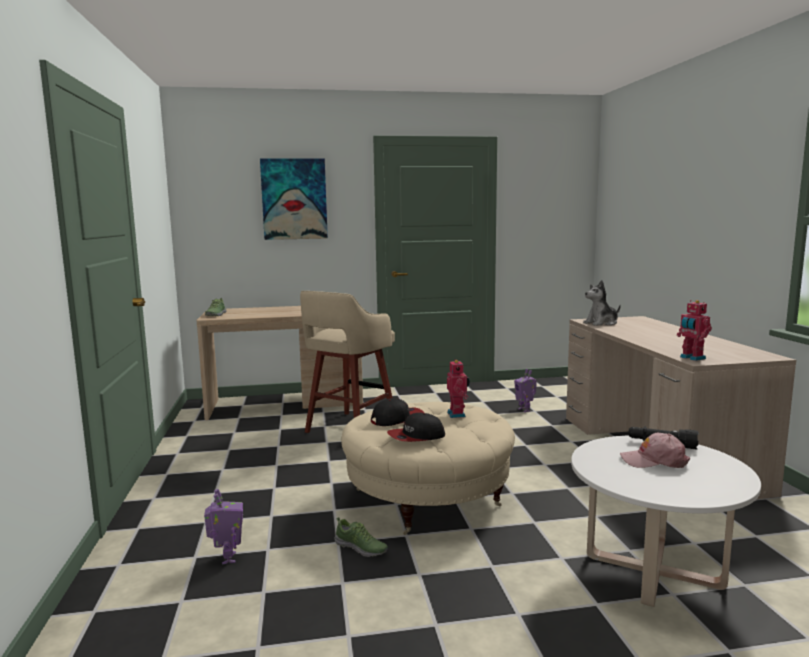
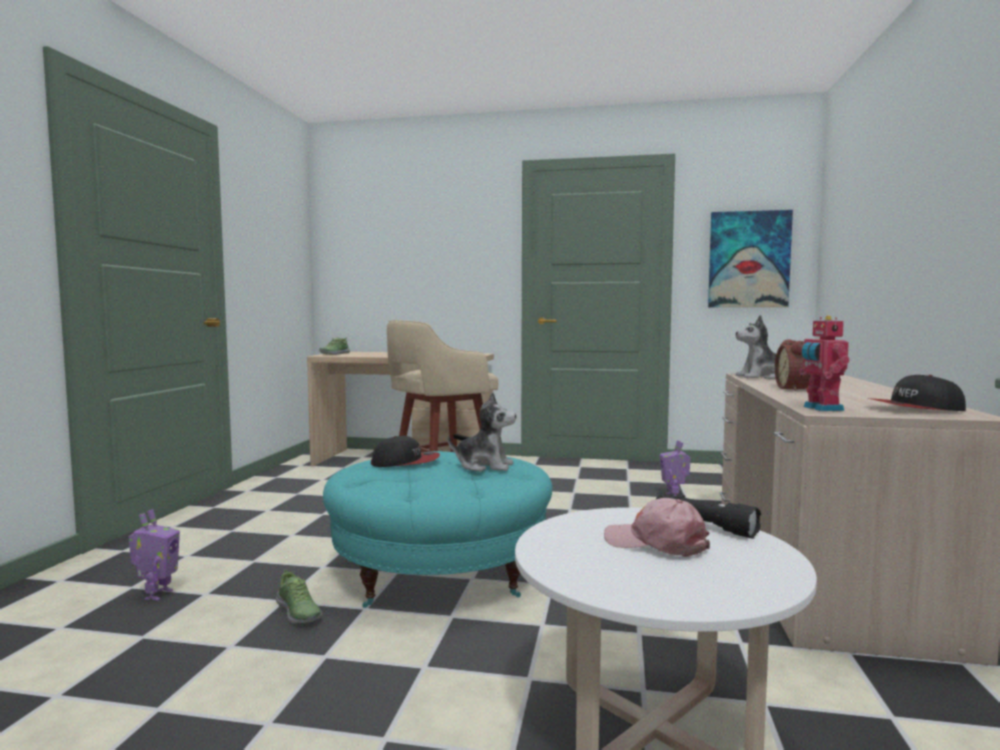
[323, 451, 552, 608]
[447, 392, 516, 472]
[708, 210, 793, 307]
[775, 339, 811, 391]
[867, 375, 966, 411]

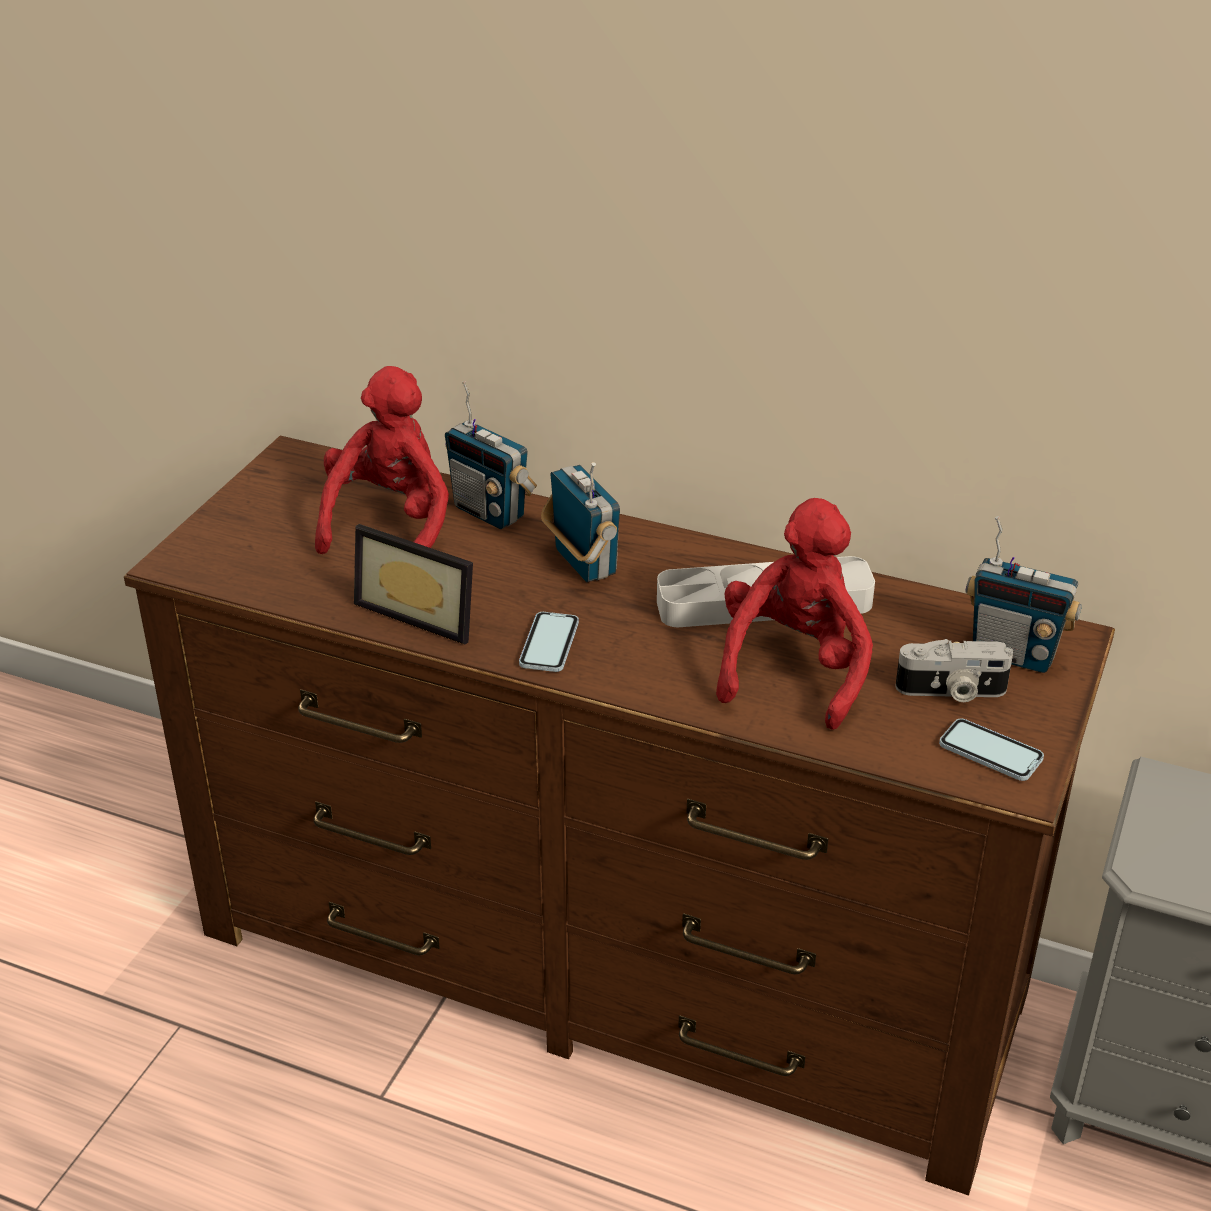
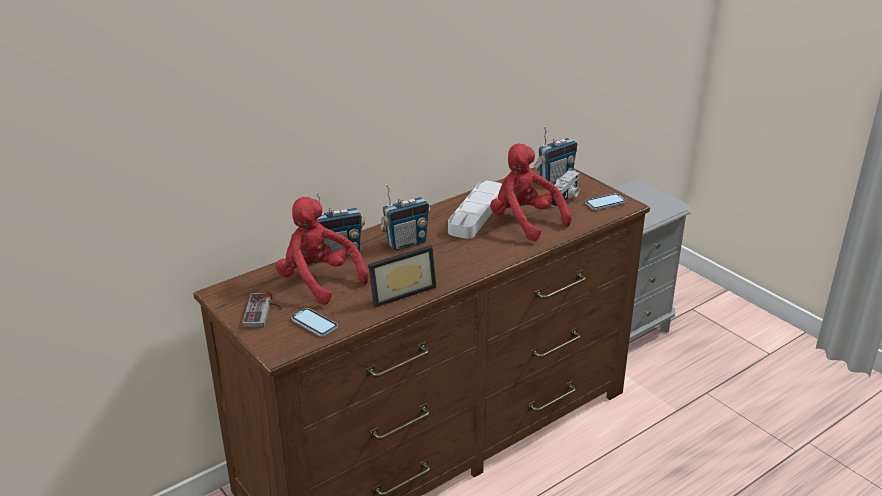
[242, 293, 282, 327]
[291, 308, 338, 337]
[380, 184, 431, 251]

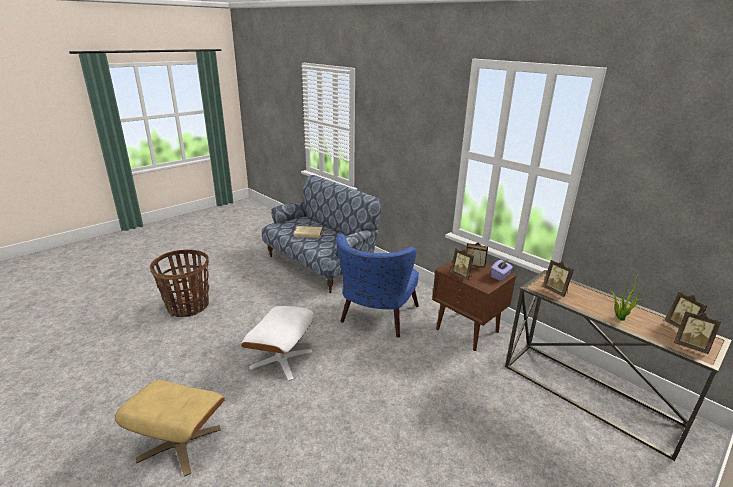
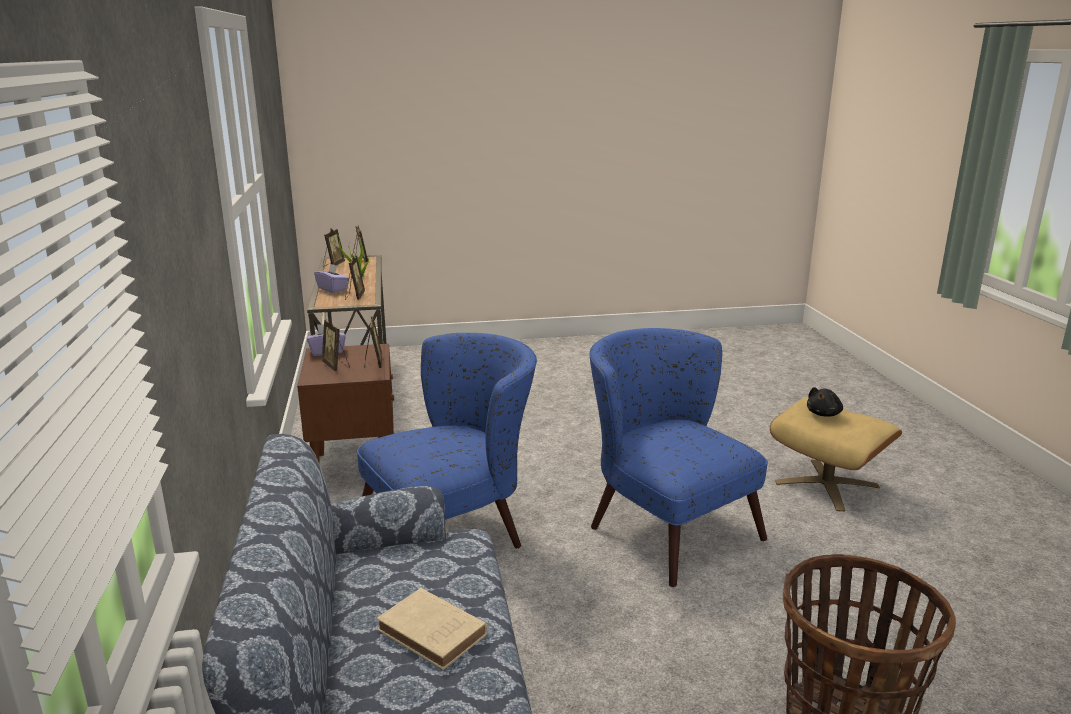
[314, 263, 349, 293]
[590, 328, 768, 587]
[807, 387, 843, 417]

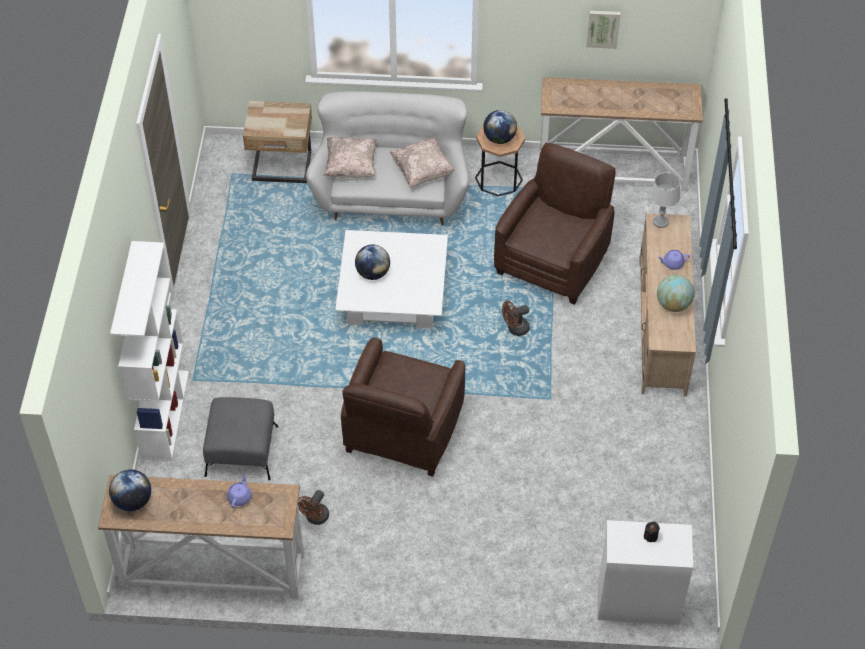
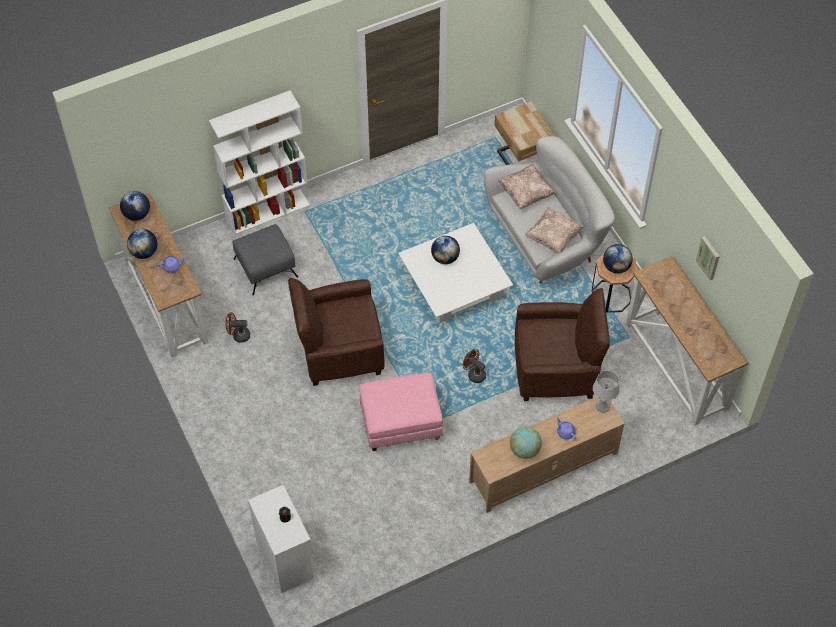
[127, 229, 157, 259]
[359, 372, 443, 451]

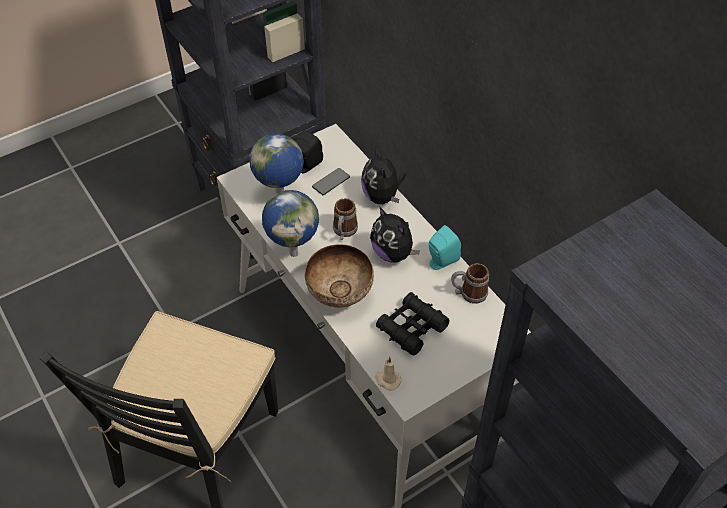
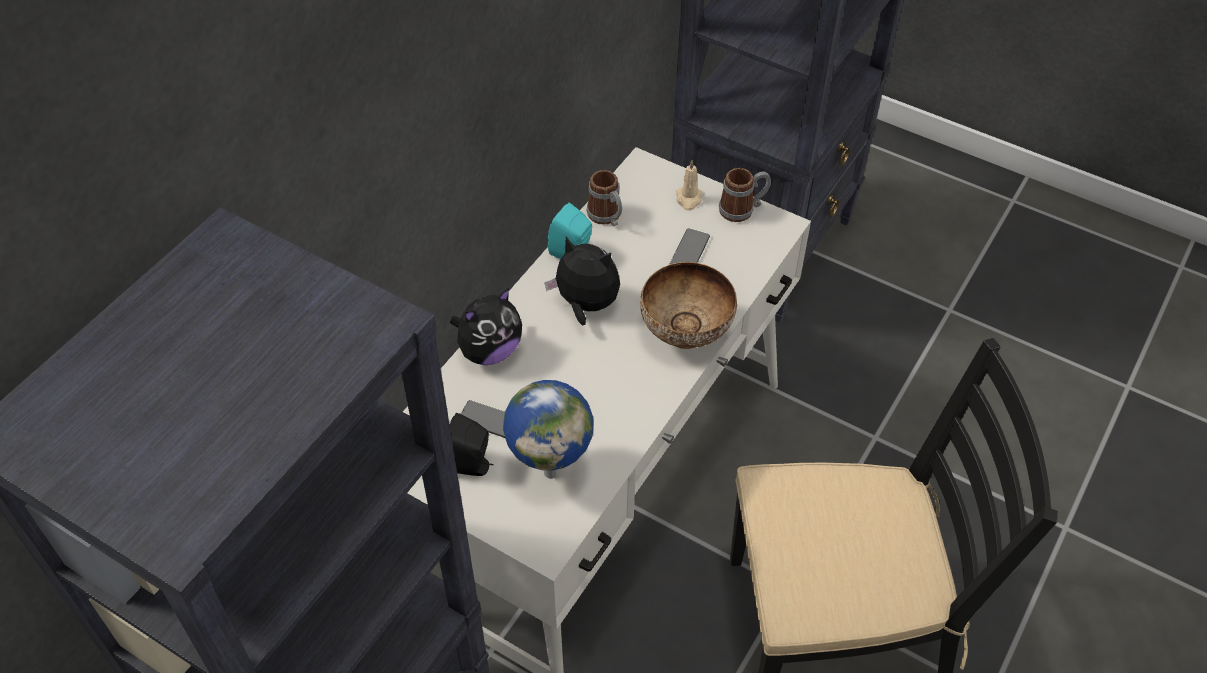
[544, 237, 620, 326]
[670, 228, 710, 264]
[676, 160, 702, 211]
[719, 168, 771, 222]
[262, 190, 319, 257] (first image)

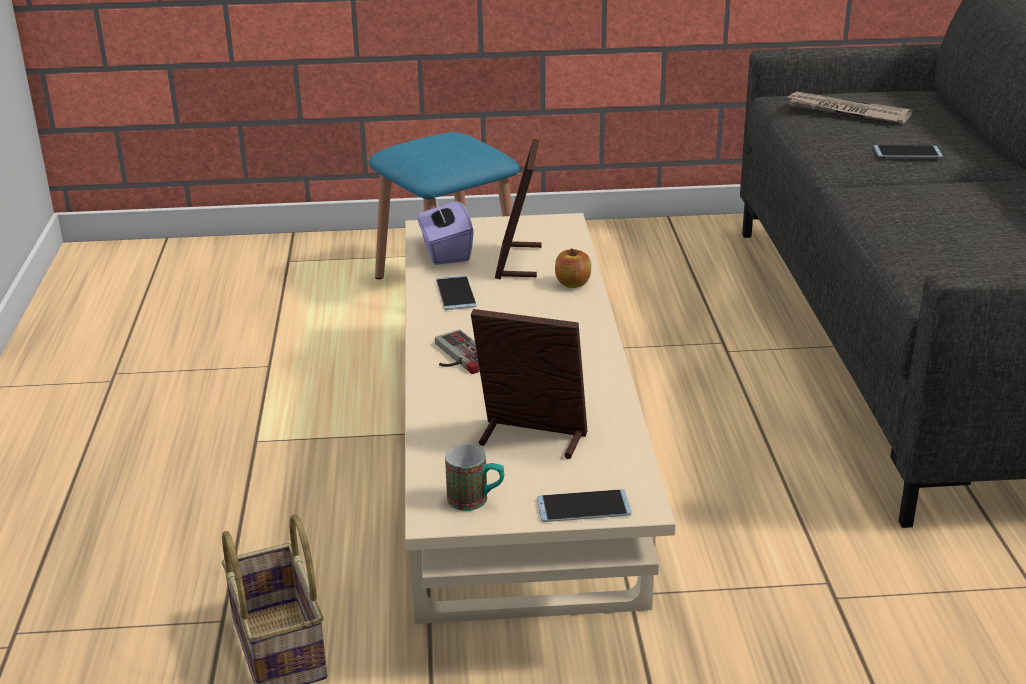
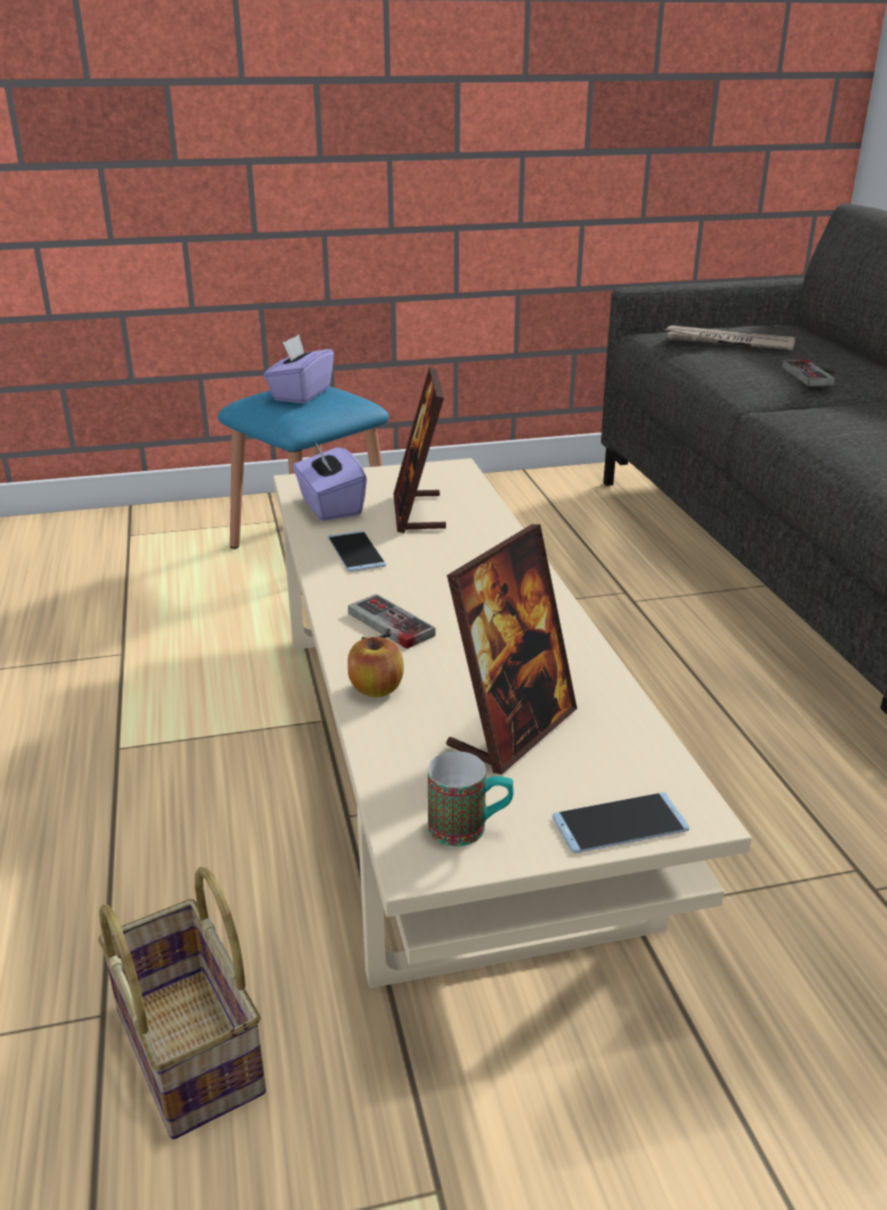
[264, 334, 334, 403]
[348, 637, 404, 698]
[446, 524, 577, 775]
[782, 360, 835, 386]

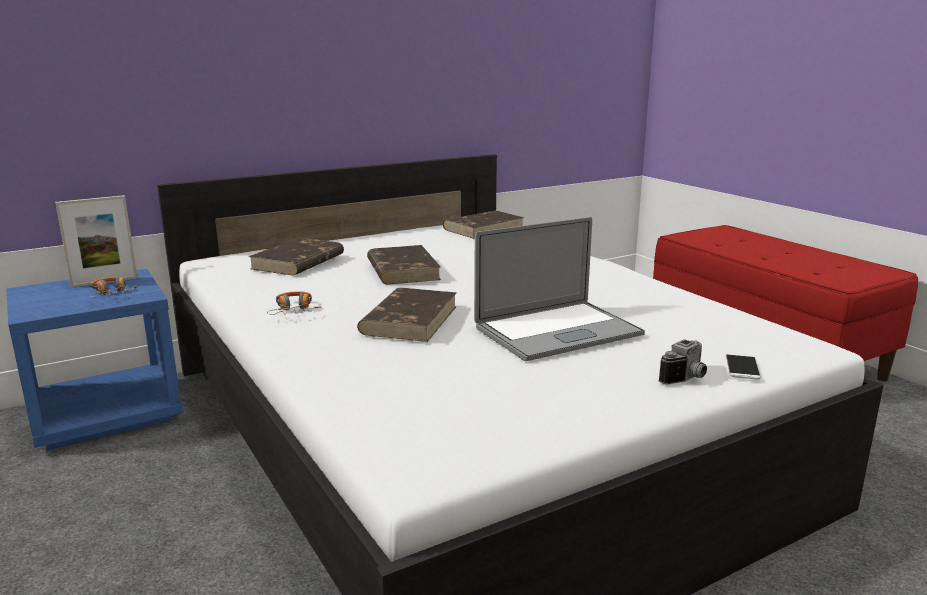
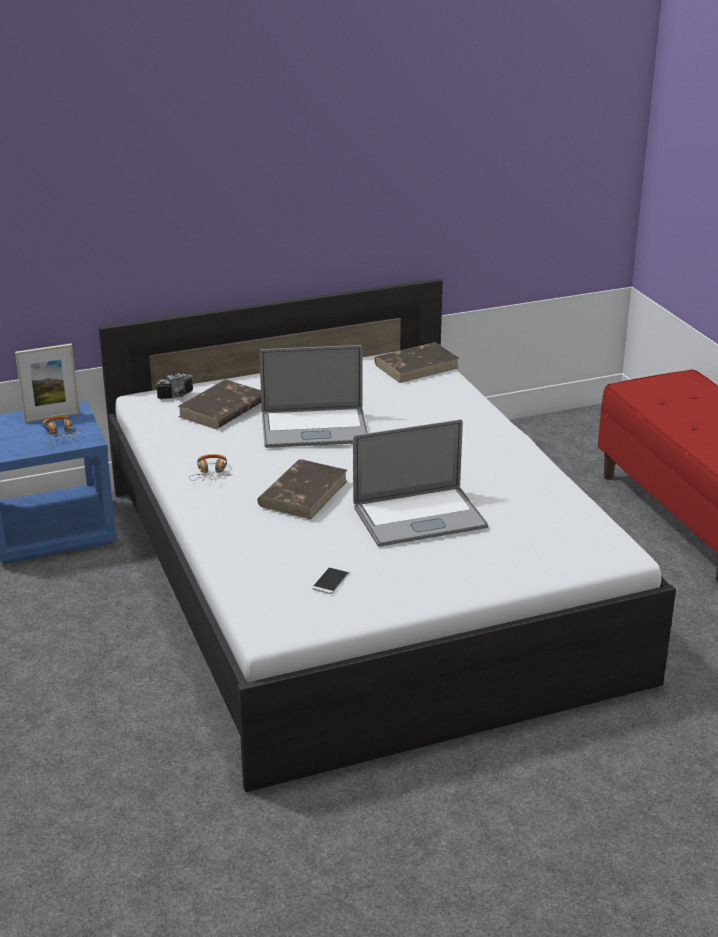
[156, 373, 193, 399]
[259, 345, 368, 448]
[312, 566, 349, 594]

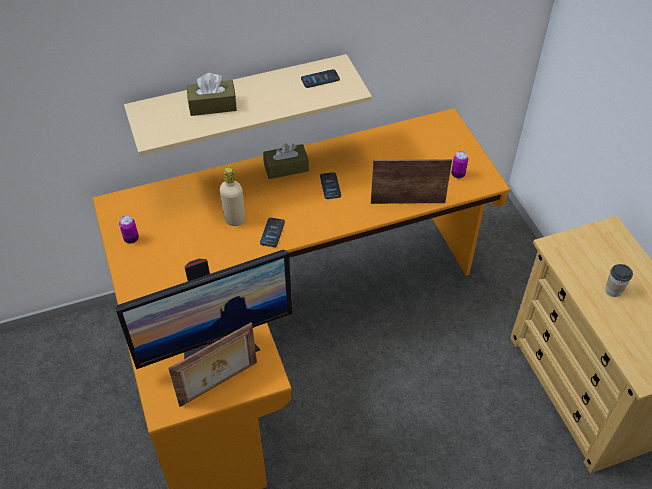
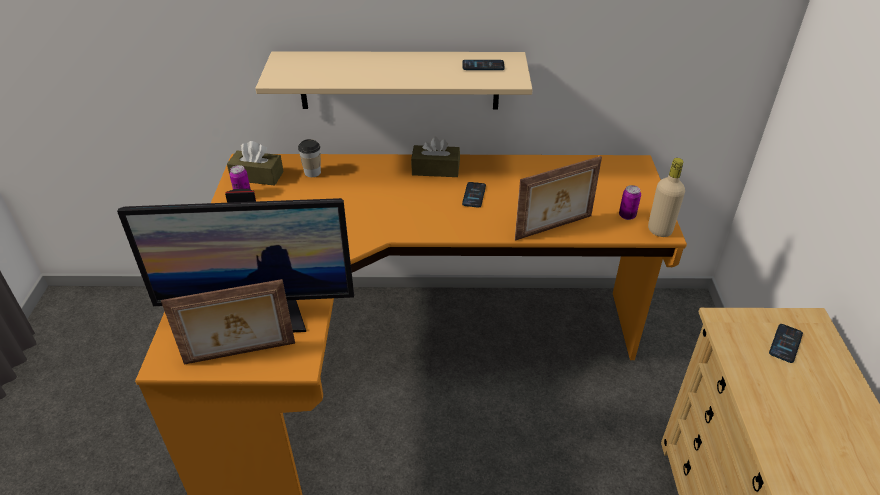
[227, 141, 284, 186]
[298, 139, 321, 177]
[515, 156, 602, 240]
[648, 158, 685, 237]
[769, 324, 803, 363]

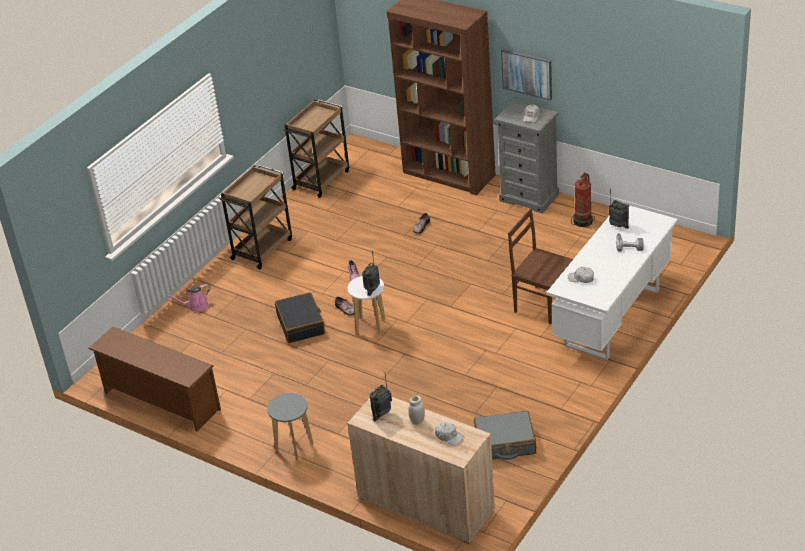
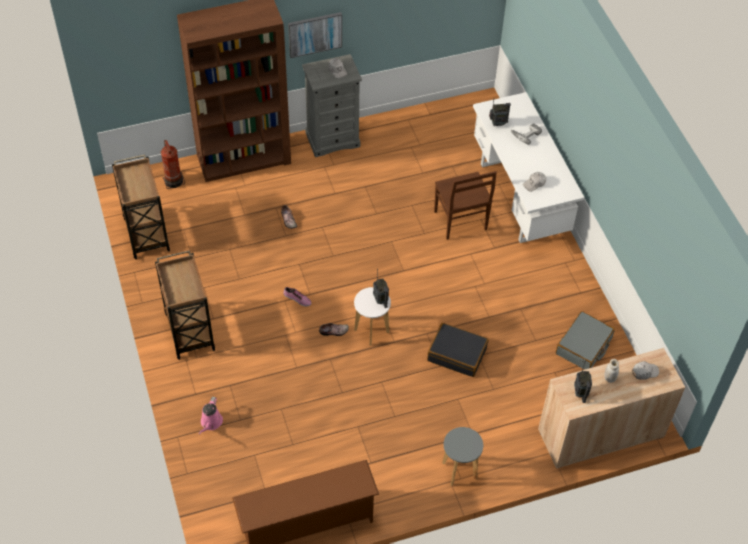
[161, 140, 185, 189]
[427, 323, 489, 377]
[434, 171, 497, 240]

